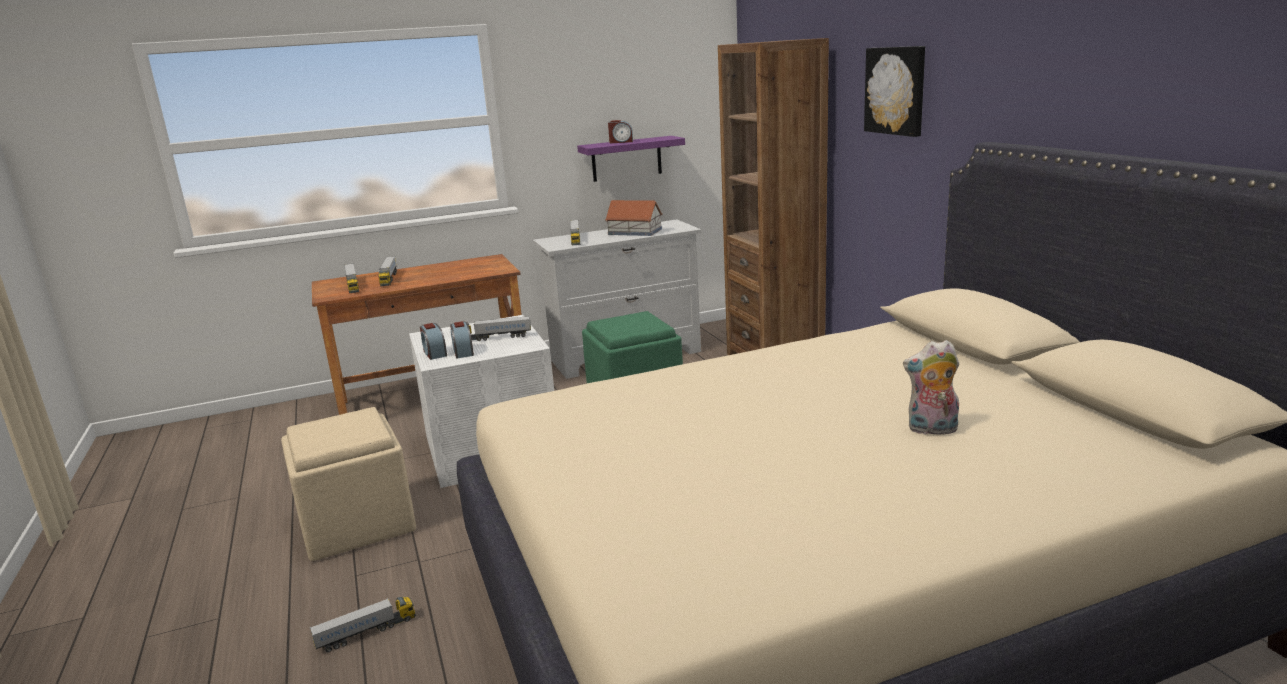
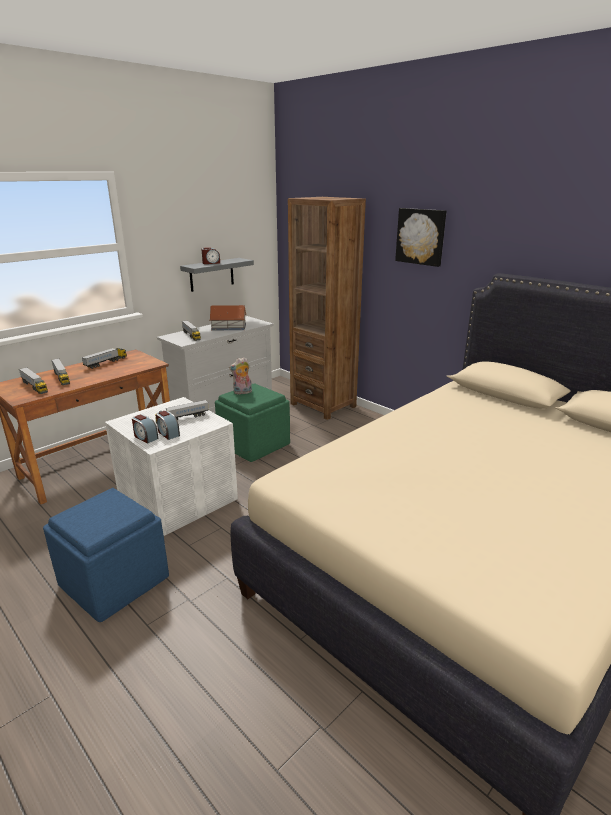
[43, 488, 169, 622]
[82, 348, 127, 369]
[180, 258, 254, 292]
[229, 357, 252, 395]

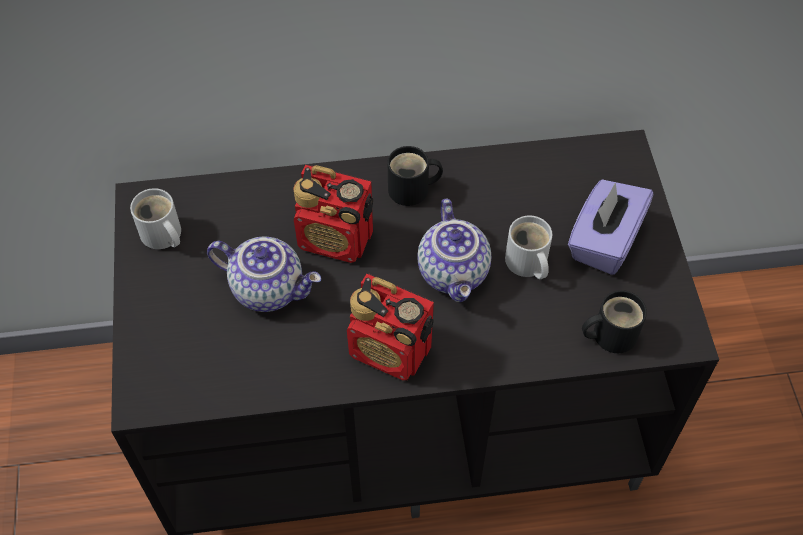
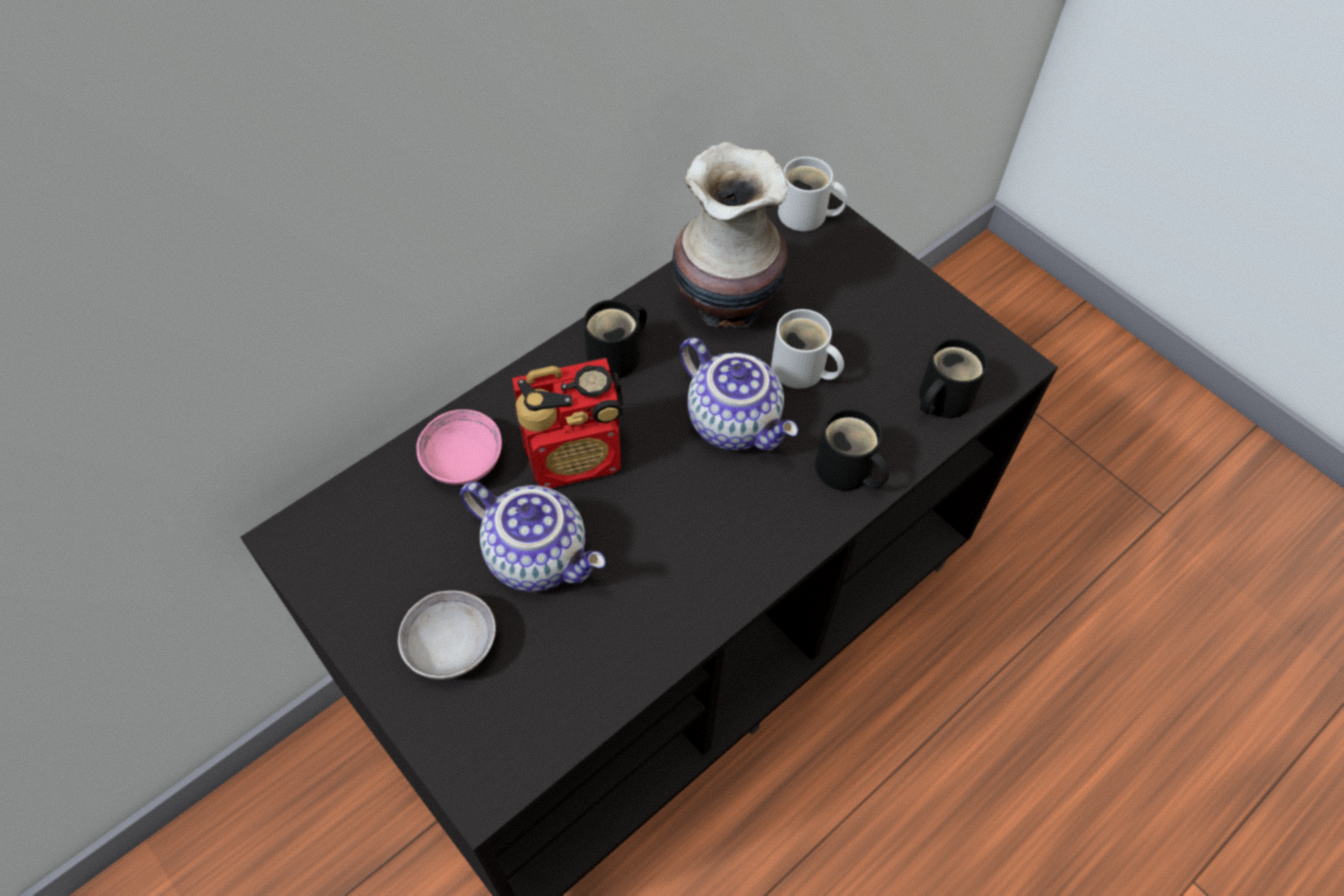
[398, 591, 496, 679]
[416, 409, 502, 485]
[460, 482, 605, 592]
[672, 142, 788, 328]
[778, 157, 848, 231]
[815, 409, 889, 491]
[347, 273, 434, 380] (first image)
[568, 179, 653, 275] (first image)

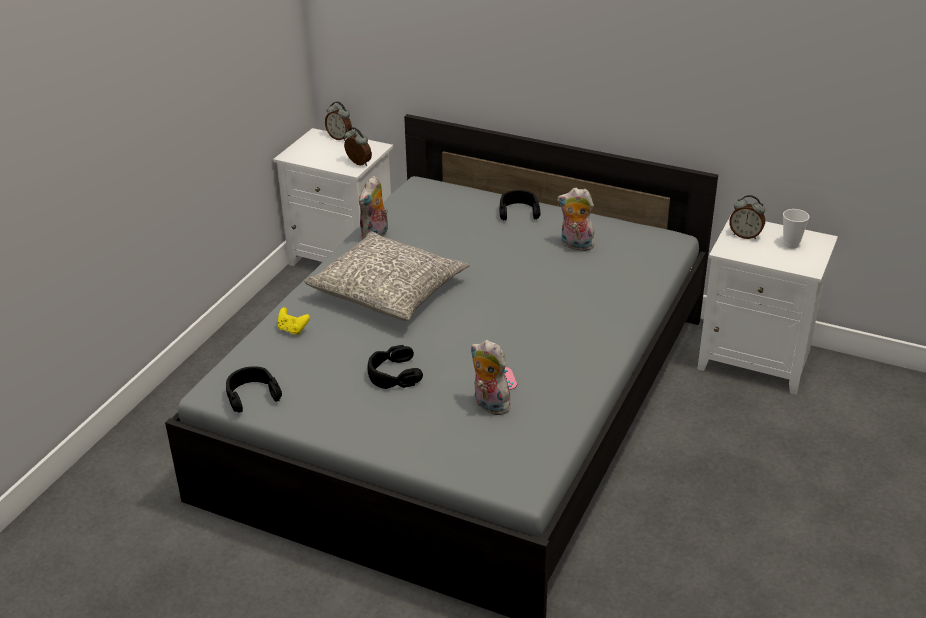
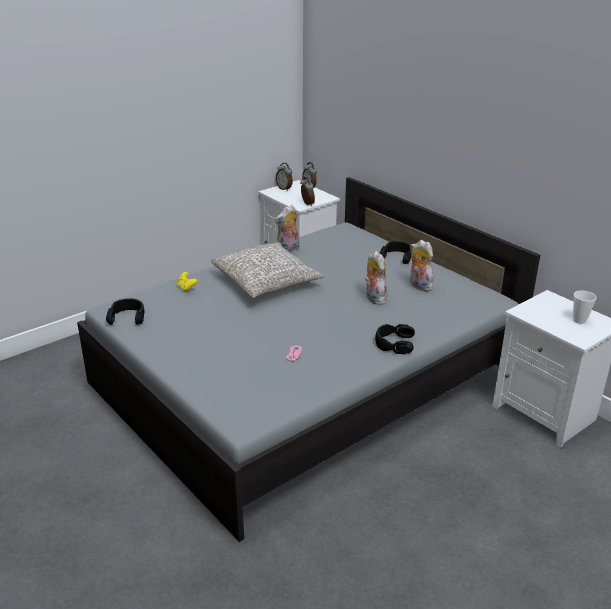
[276, 163, 293, 191]
[365, 251, 387, 305]
[375, 324, 415, 355]

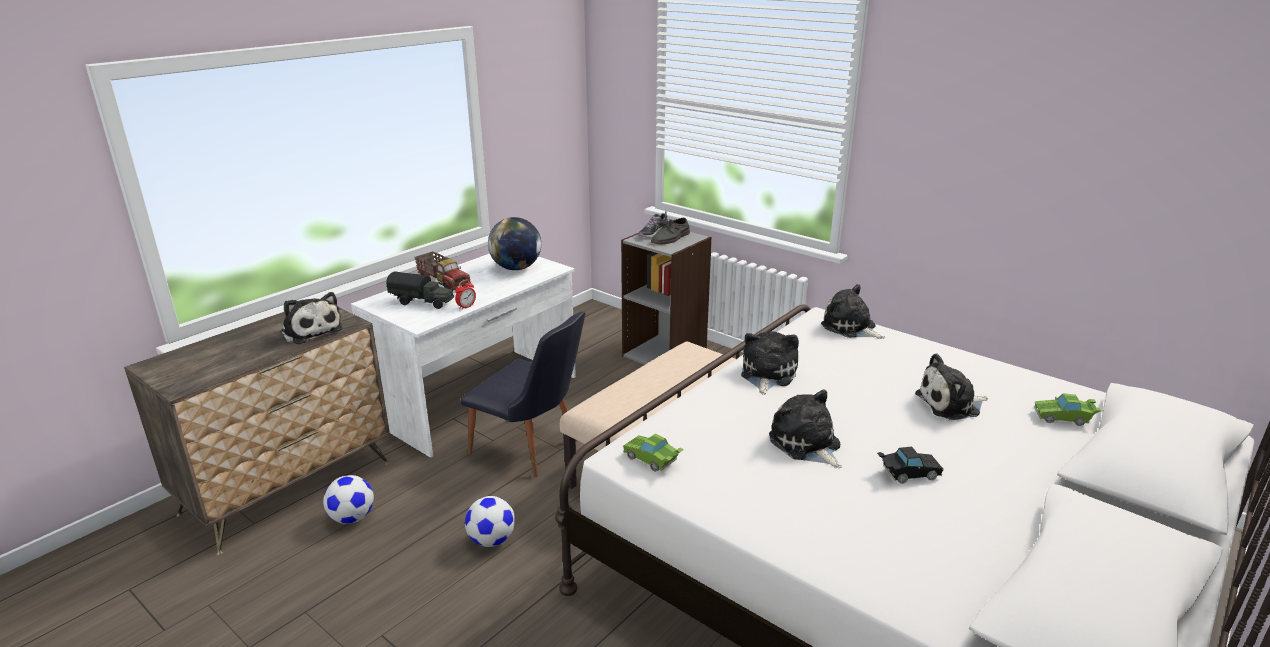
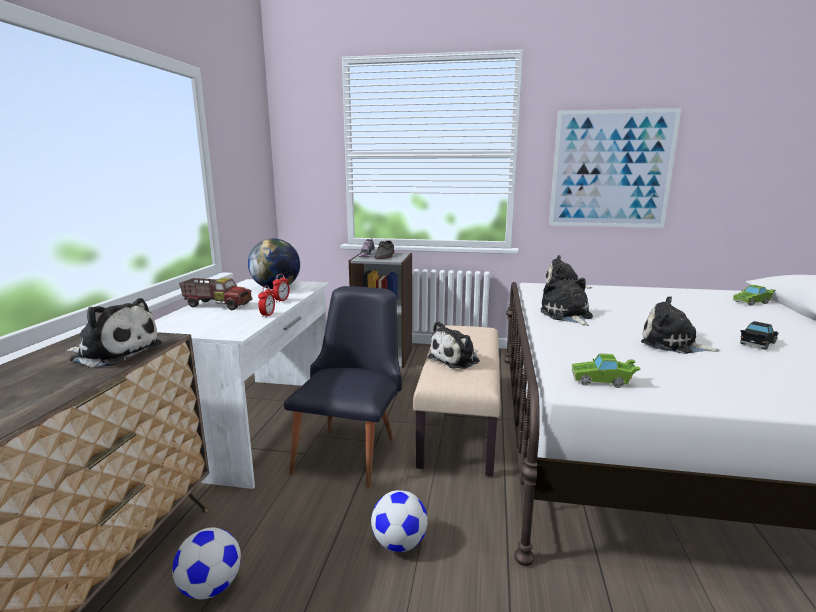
[273, 274, 290, 303]
[284, 286, 402, 488]
[427, 321, 480, 369]
[549, 108, 682, 228]
[386, 271, 454, 309] (first image)

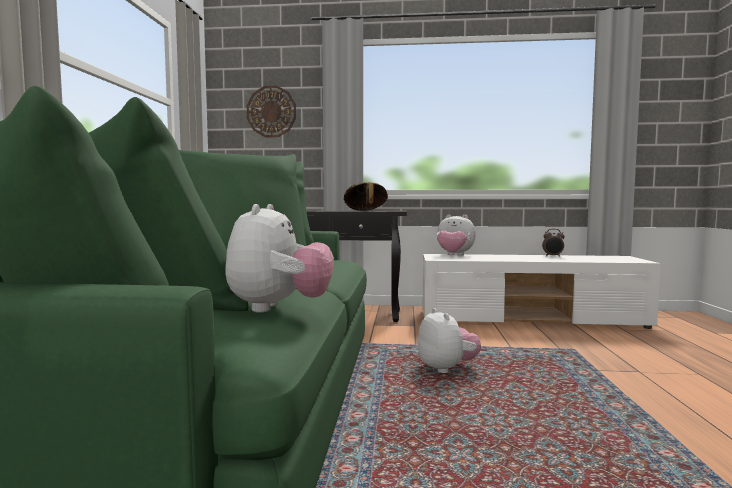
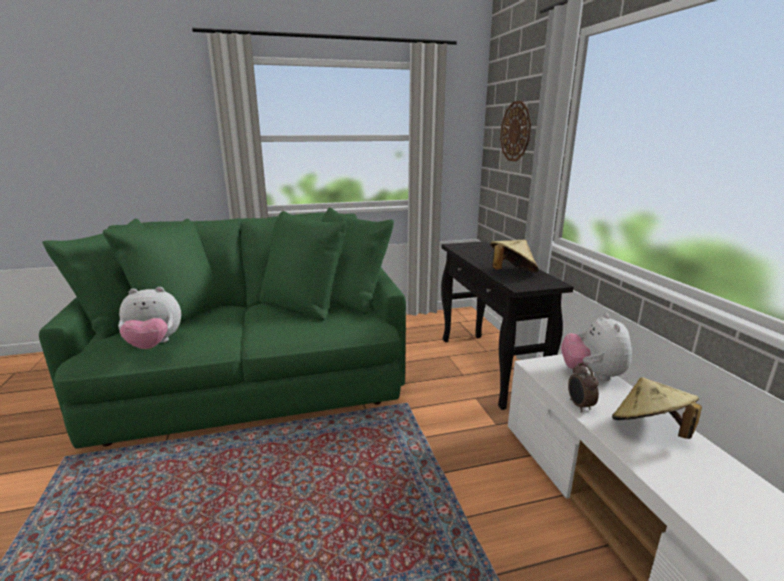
[568, 363, 599, 412]
[612, 377, 702, 439]
[418, 308, 481, 373] (first image)

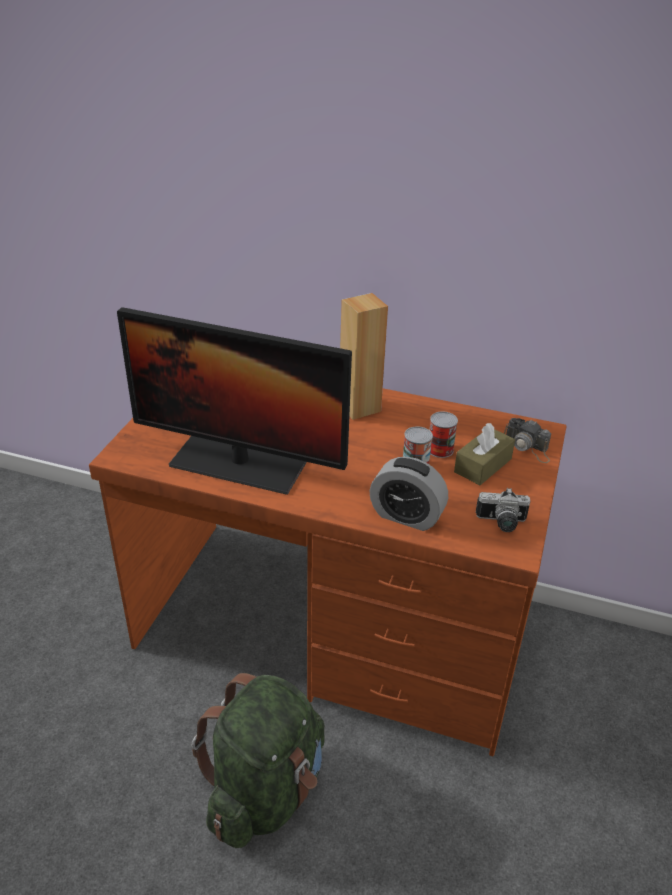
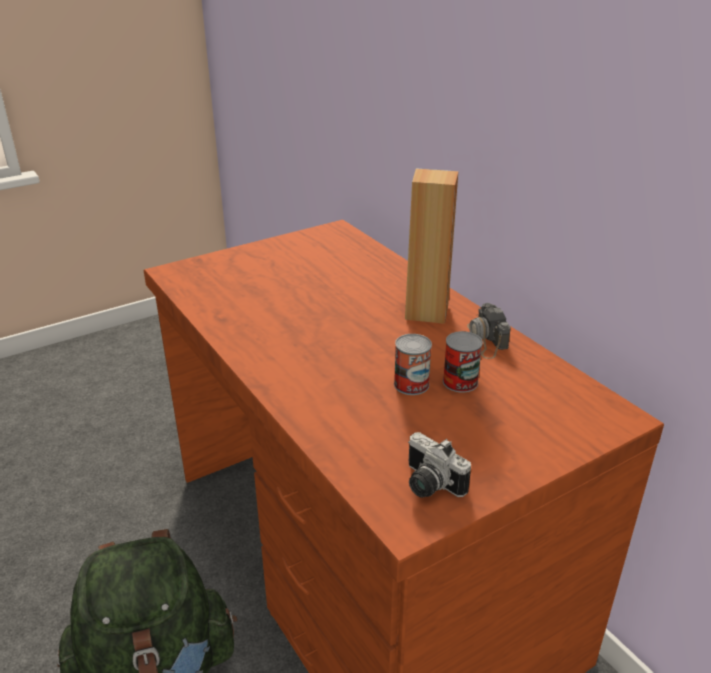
[467, 303, 511, 359]
[117, 307, 352, 495] (first image)
[370, 457, 448, 531] (first image)
[454, 423, 515, 485] (first image)

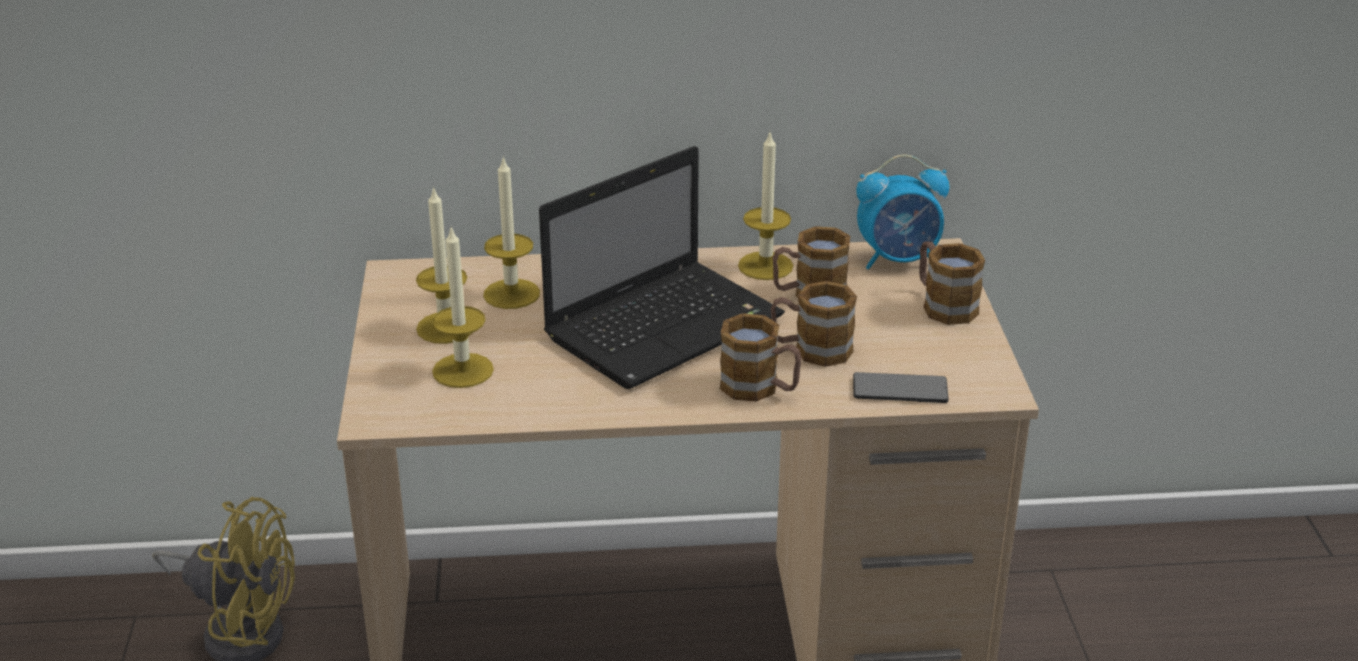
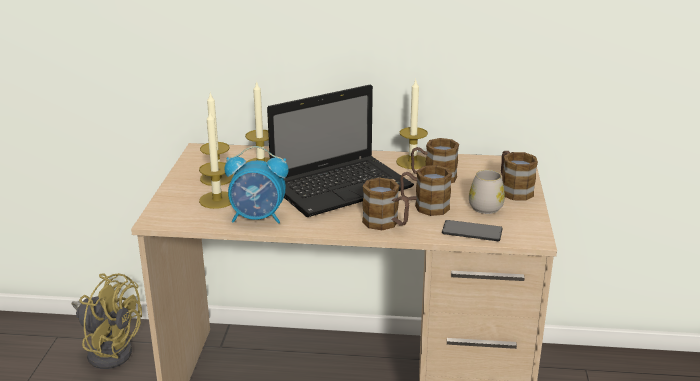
[224, 146, 289, 224]
[469, 170, 505, 214]

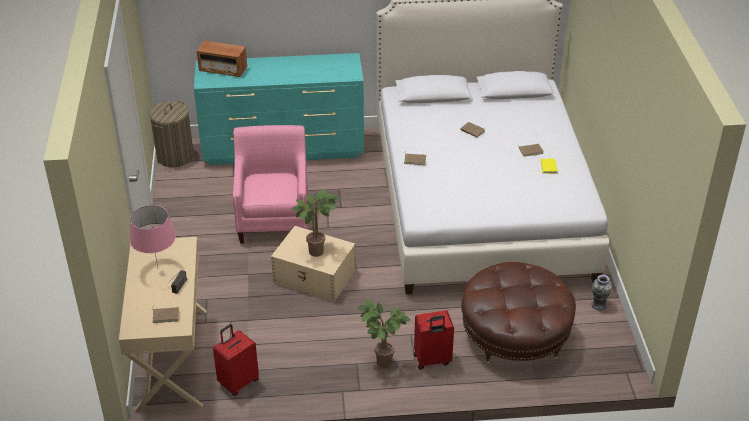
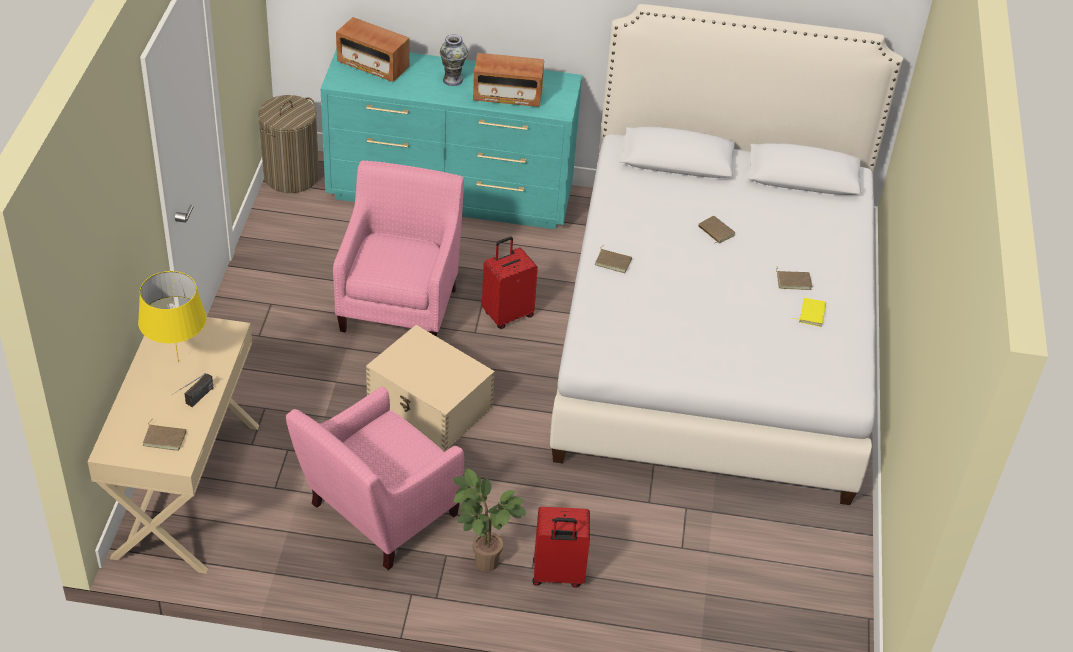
[138, 271, 207, 362]
[286, 387, 464, 570]
[440, 34, 468, 86]
[473, 53, 544, 107]
[482, 237, 538, 329]
[291, 189, 341, 257] (first image)
[461, 262, 576, 364] (first image)

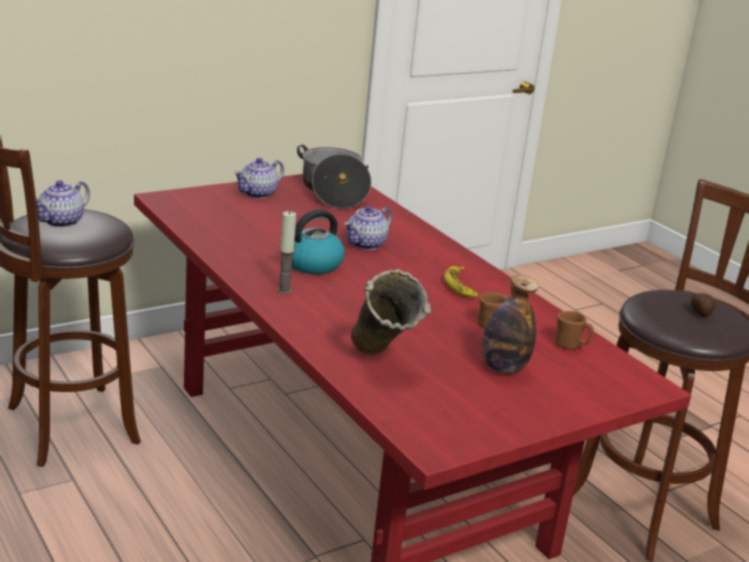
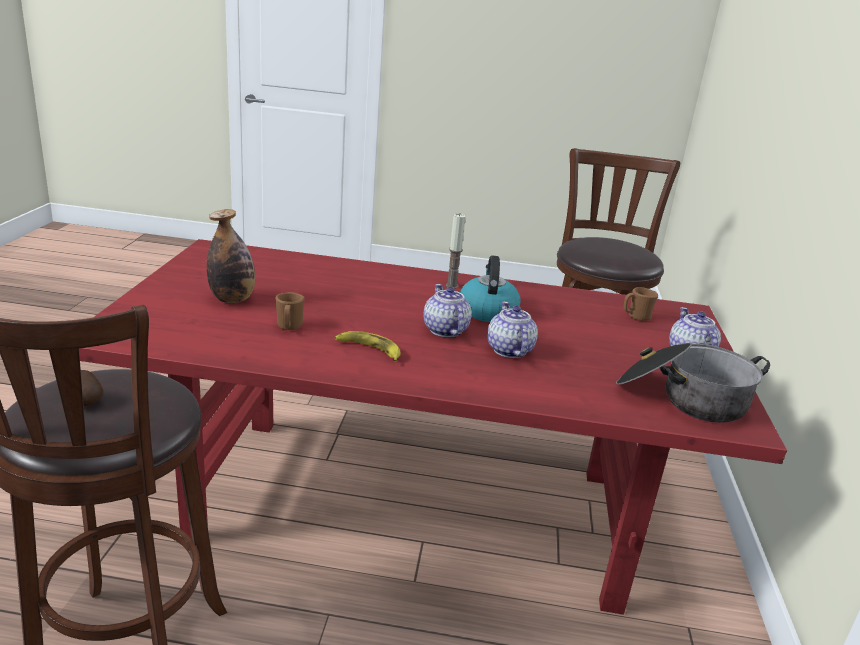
[424, 284, 472, 337]
[624, 287, 658, 321]
[351, 269, 431, 355] (first image)

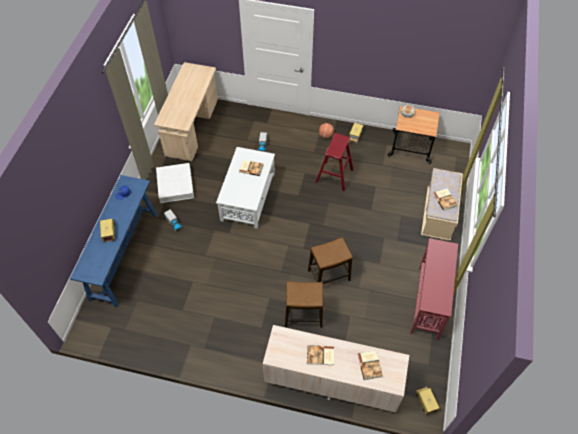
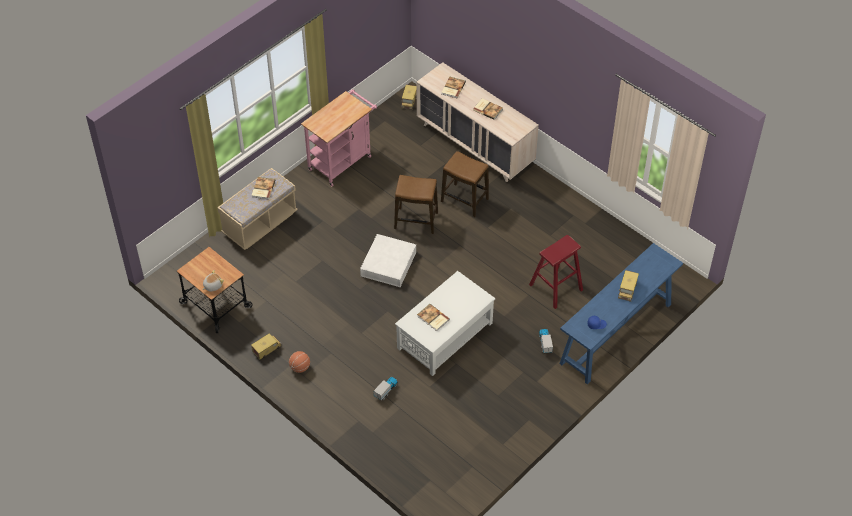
[301, 89, 377, 186]
[360, 234, 416, 287]
[529, 235, 583, 309]
[154, 62, 218, 161] (first image)

